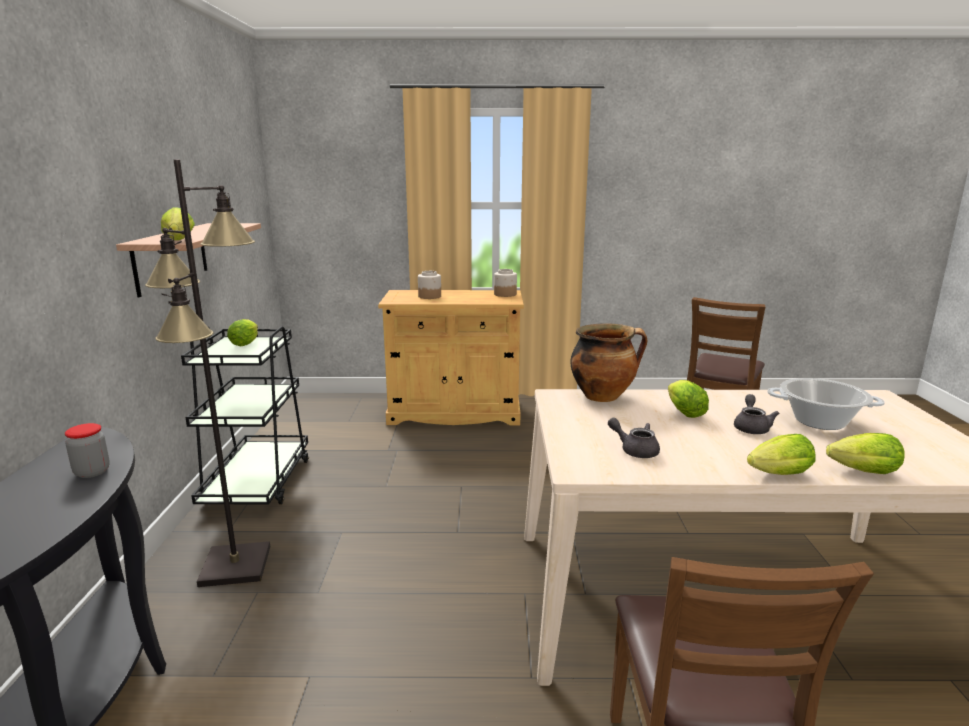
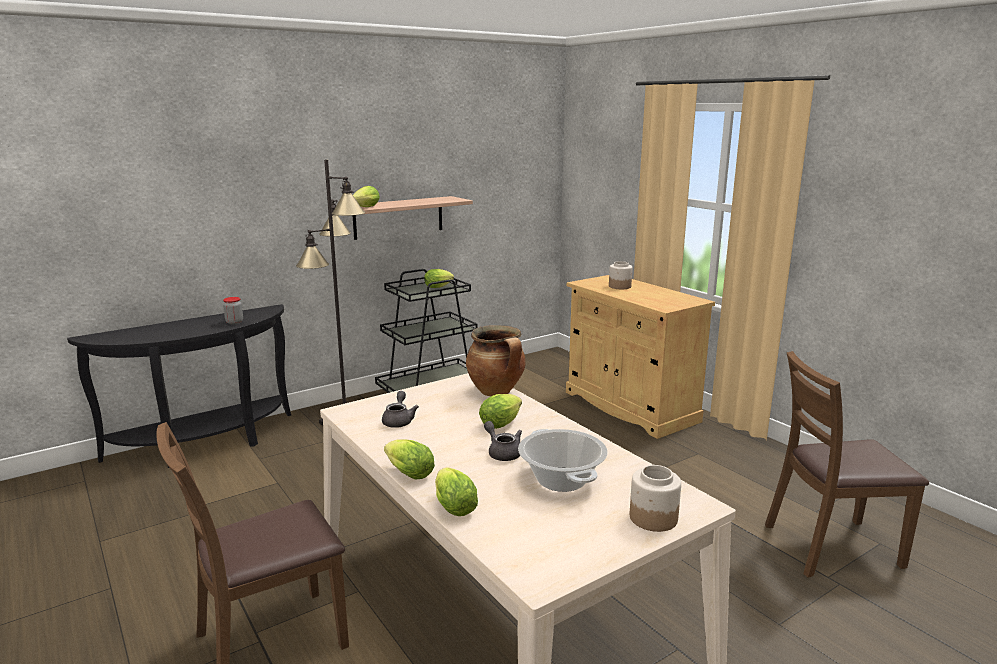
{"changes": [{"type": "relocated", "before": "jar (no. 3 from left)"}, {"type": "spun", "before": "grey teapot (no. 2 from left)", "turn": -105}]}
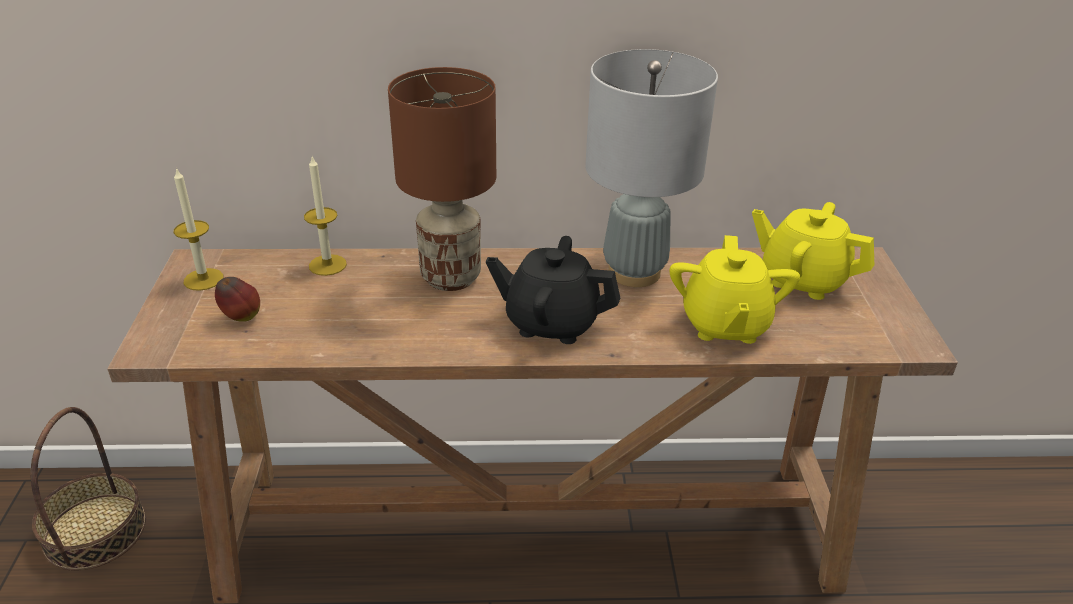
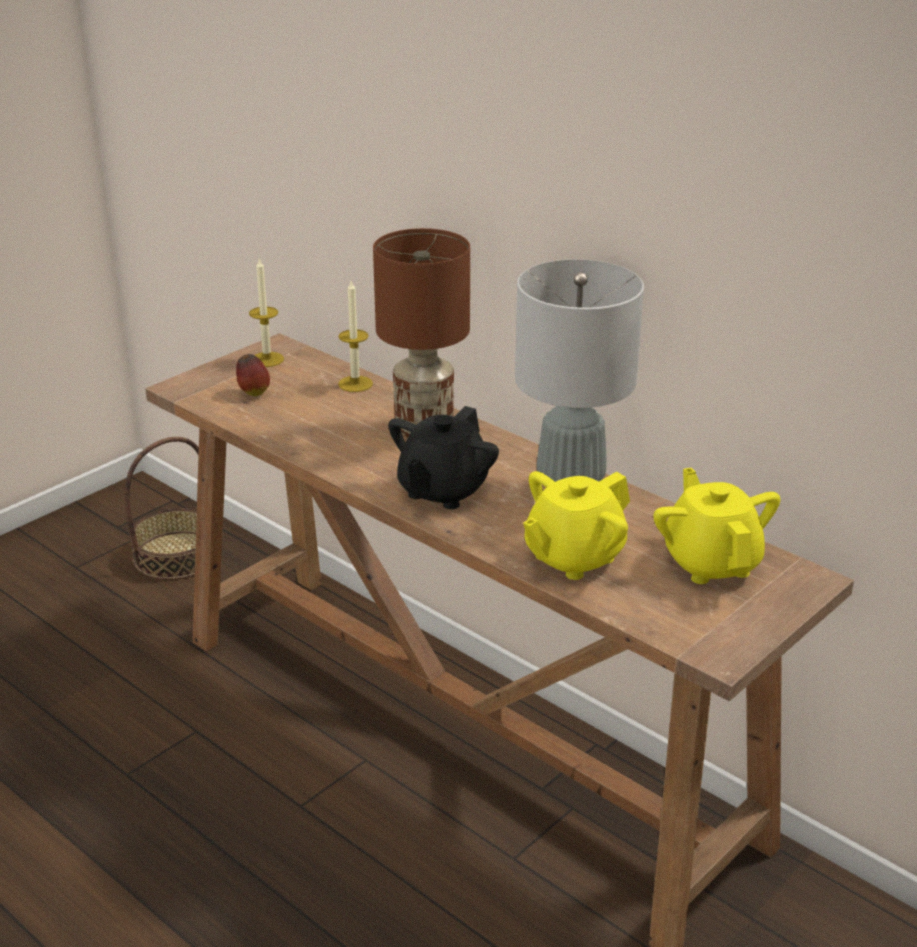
{"changes": [{"type": "spun", "before": "black teapot", "turn": -120}]}
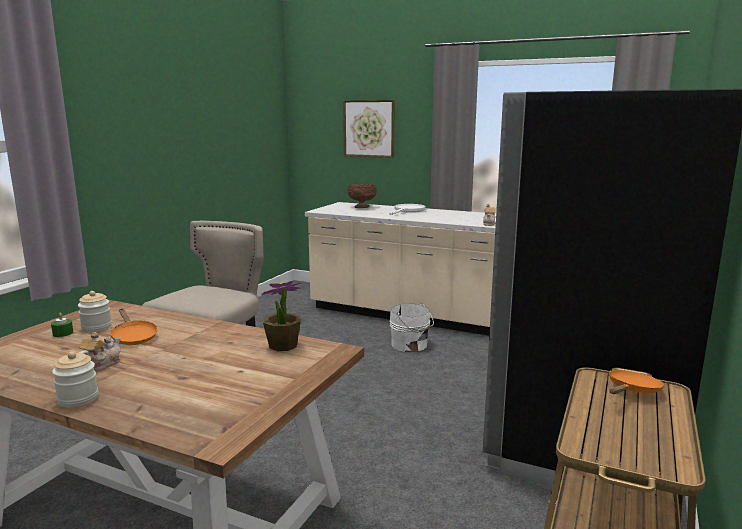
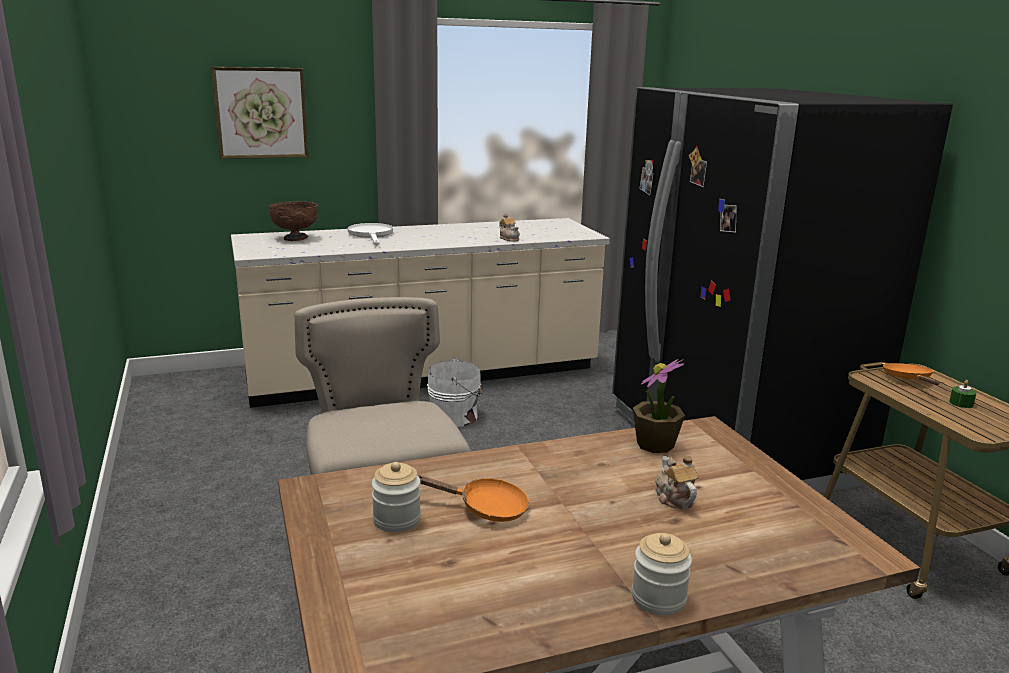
{"changes": [{"type": "relocated", "before": "green candle"}, {"type": "relocated", "before": "teapot (no. 1 from left in the first image)", "after": "teapot (no. 2 from left)"}]}
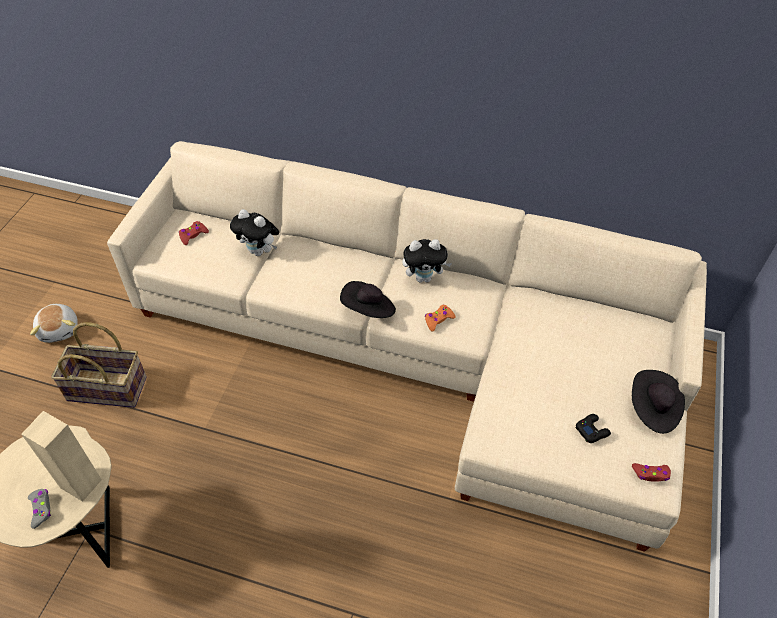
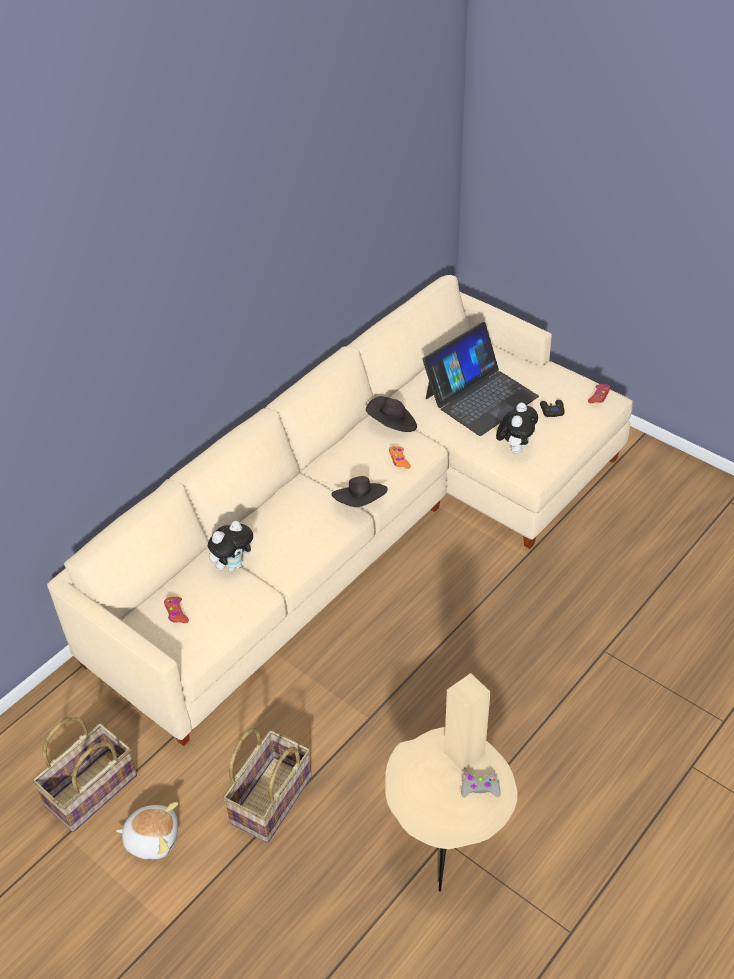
{"changes": [{"type": "relocated", "before": "plush toy (no. 3 from left)"}, {"type": "relocated", "before": "black hat (no. 2 from left)"}, {"type": "appeared", "after": "basket (no. 1 from left)"}, {"type": "appeared", "after": "laptop"}]}
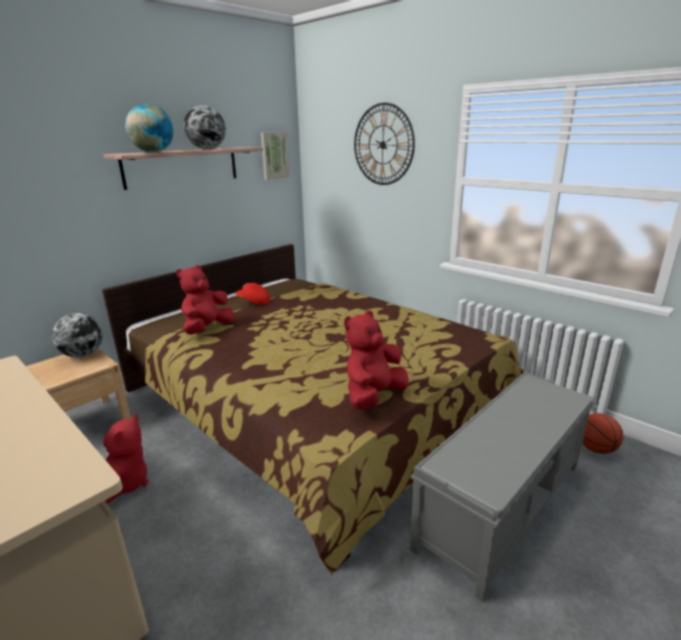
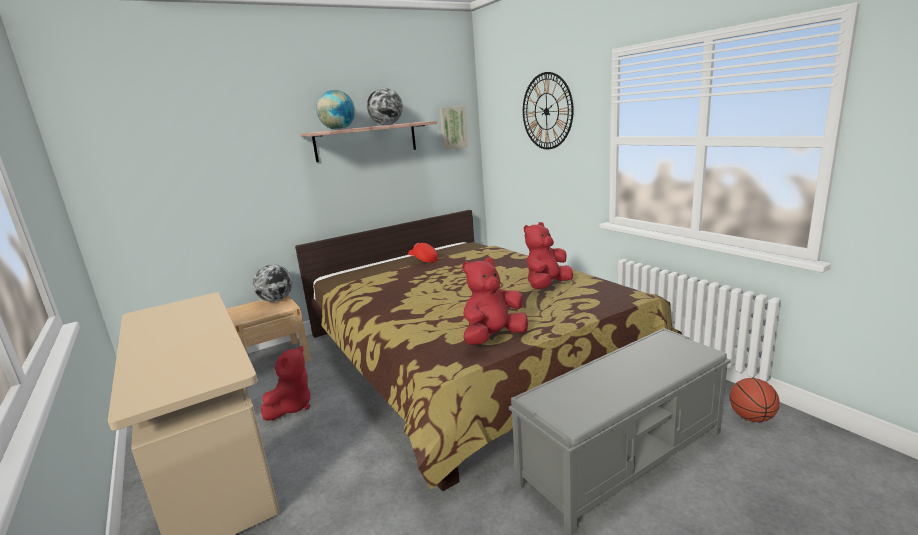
{"changes": [{"type": "relocated", "before": "red plush toy (no. 2 from left in the first image)", "after": "red plush toy (no. 3 from left)"}]}
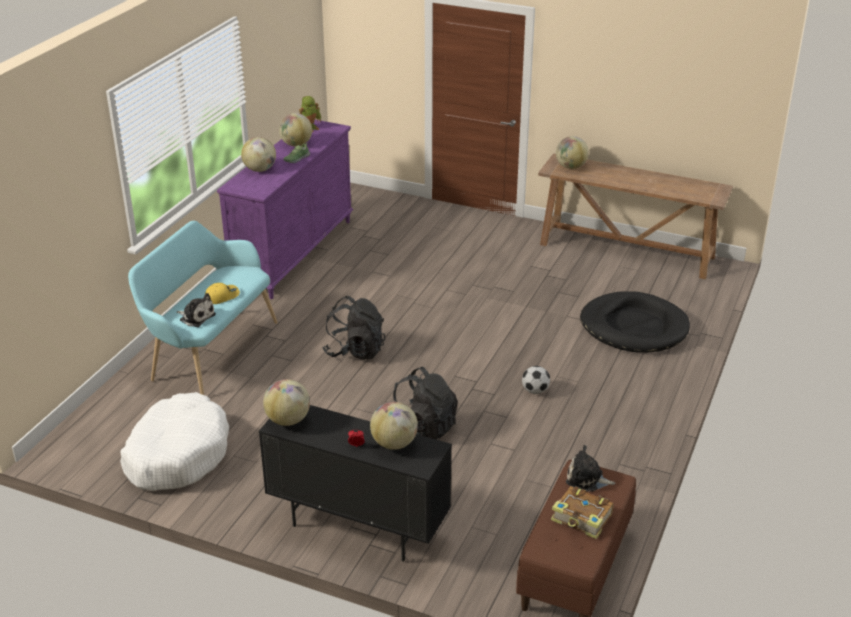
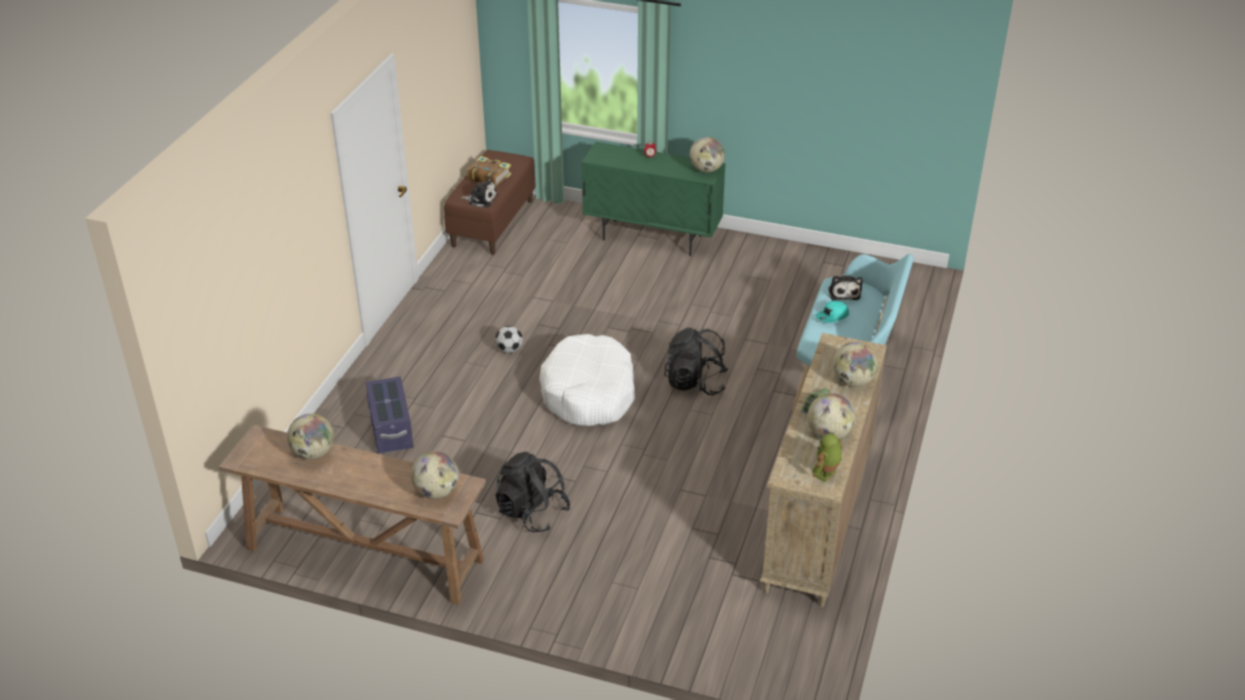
{"changes": [{"type": "relocated", "before": "white dog bed"}, {"type": "spun", "before": "plush toy (no. 1 from left in the first image)", "turn": -120}, {"type": "colour", "before": "yellow cap", "after": "turquoise cap"}, {"type": "colour", "before": "purple dresser", "after": "beige dresser"}, {"type": "colour", "before": "black cabinet", "after": "green cabinet"}, {"type": "relocated", "before": "globe (no. 4 from left in the first image)", "after": "globe (no. 1 from left)"}, {"type": "relocated", "before": "black backpack (no. 2 from left in the first image)", "after": "black backpack (no. 1 from left)"}, {"type": "exchanged", "before": "black dog bed", "after": "purple storage box"}]}
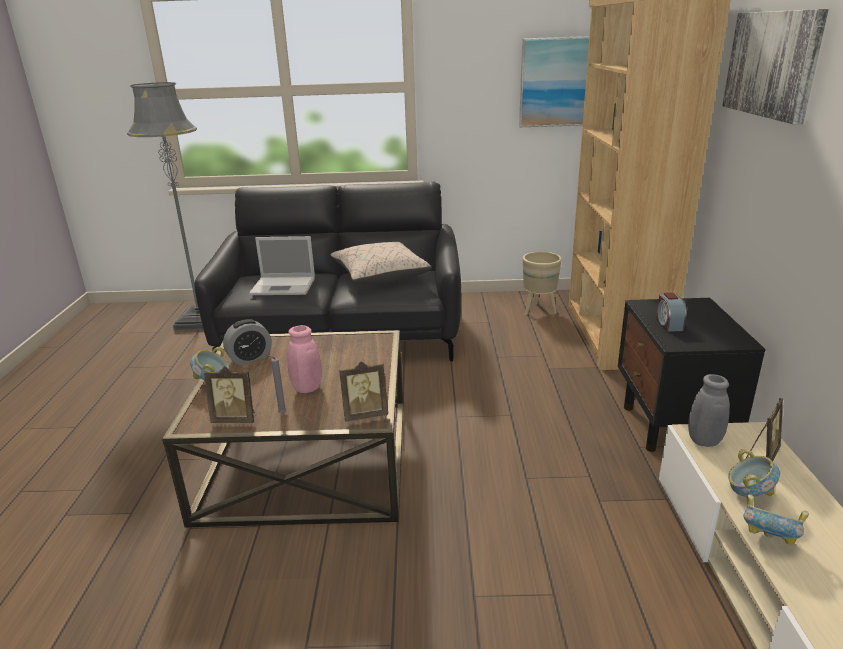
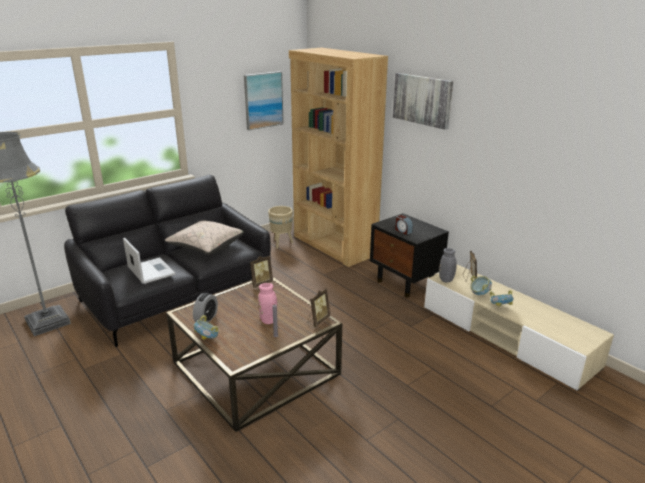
{"changes": [{"type": "relocated", "before": "picture frame (no. 1 from left)"}, {"type": "spun", "before": "laptop", "turn": -90}]}
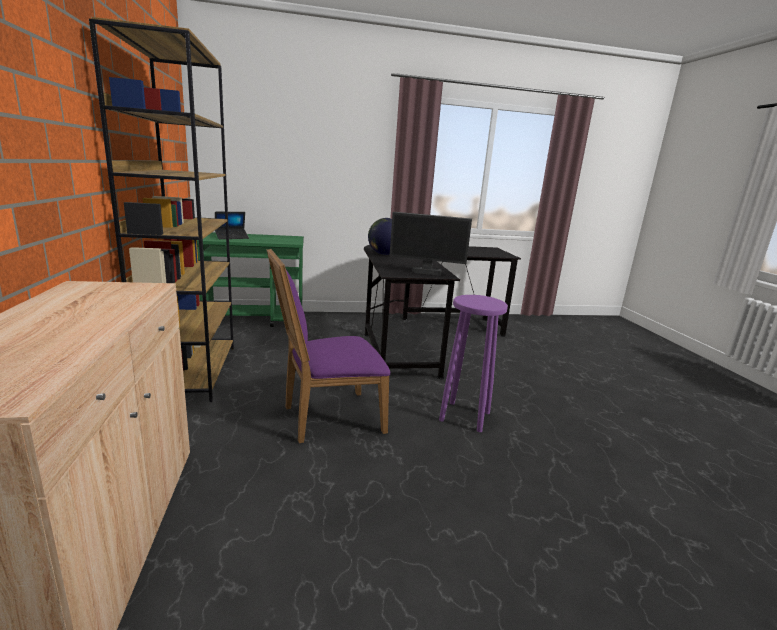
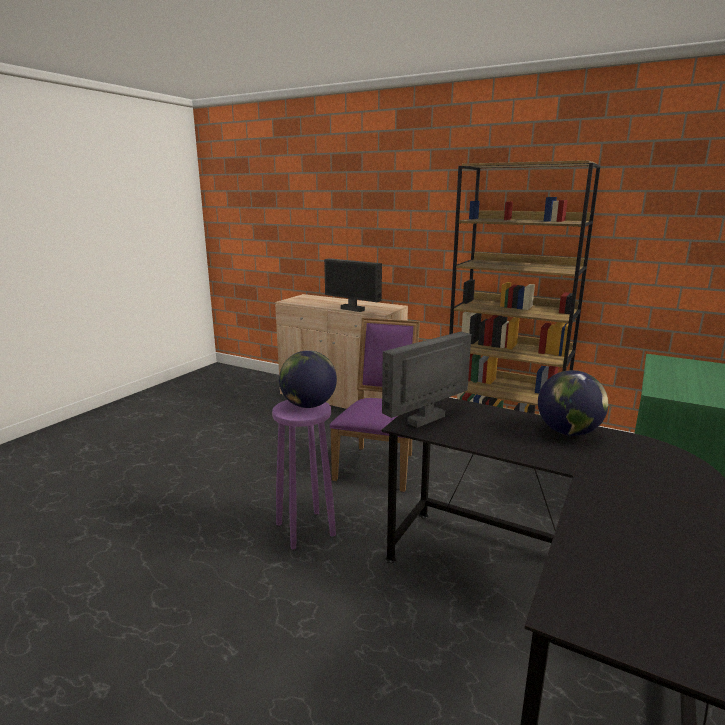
{"changes": [{"type": "missing", "before": "laptop"}, {"type": "appeared", "after": "globe (no. 1 from left)"}, {"type": "appeared", "after": "monitor (no. 1 from left)"}]}
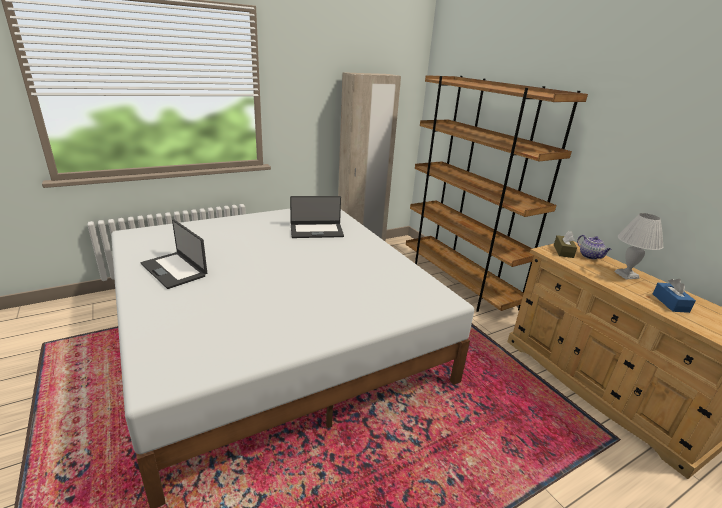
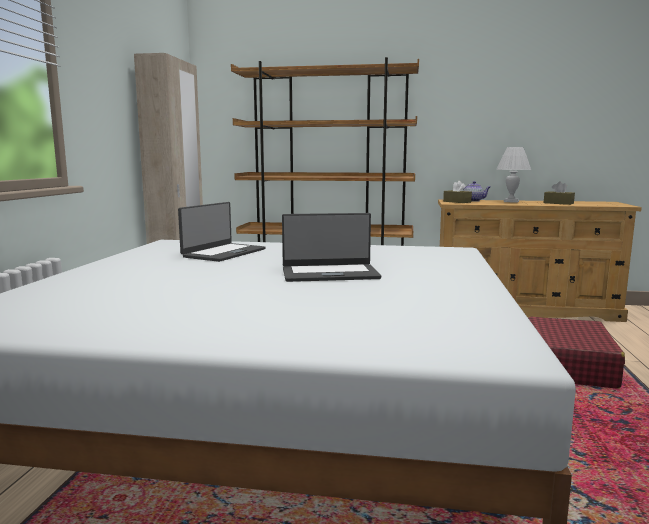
{"changes": [{"type": "relocated", "before": "laptop (no. 1 from left in the first image)", "after": "laptop (no. 2 from left)"}, {"type": "colour", "before": "blue tissue box", "after": "brown tissue box (no. 2 from left)"}, {"type": "appeared", "after": "red suitcase"}]}
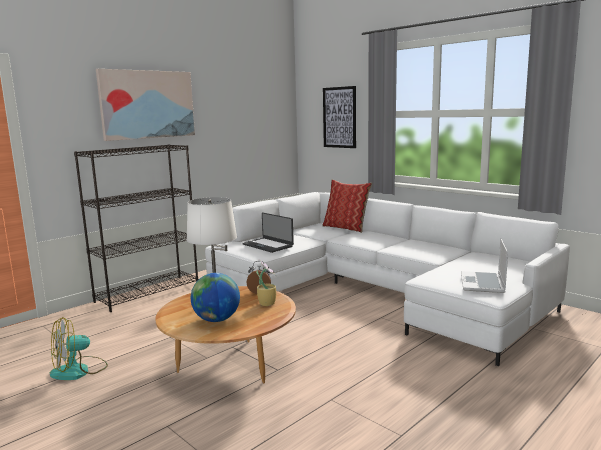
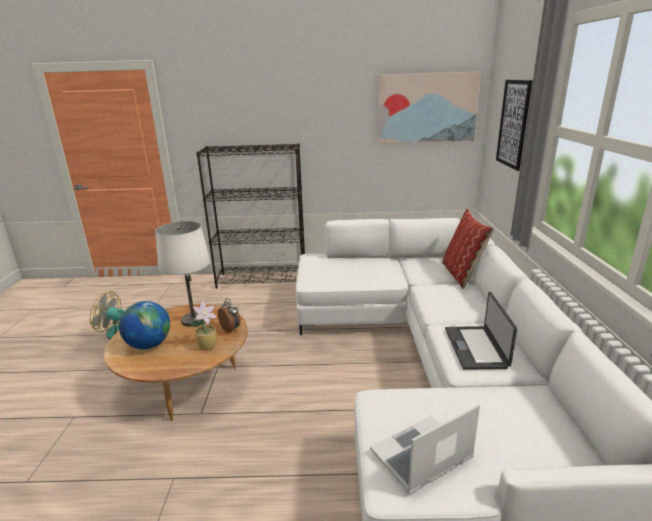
{"changes": [{"type": "relocated", "before": "picture (no. 1 from left)"}, {"type": "relocated", "before": "laptop (no. 1 from left in the first image)", "after": "laptop (no. 2 from left)"}]}
